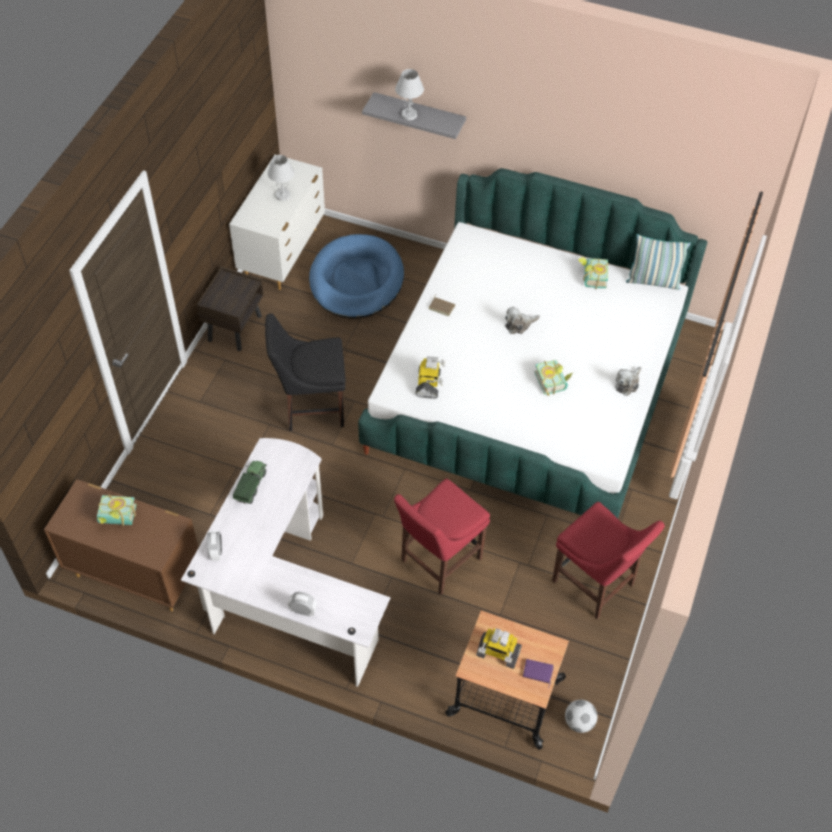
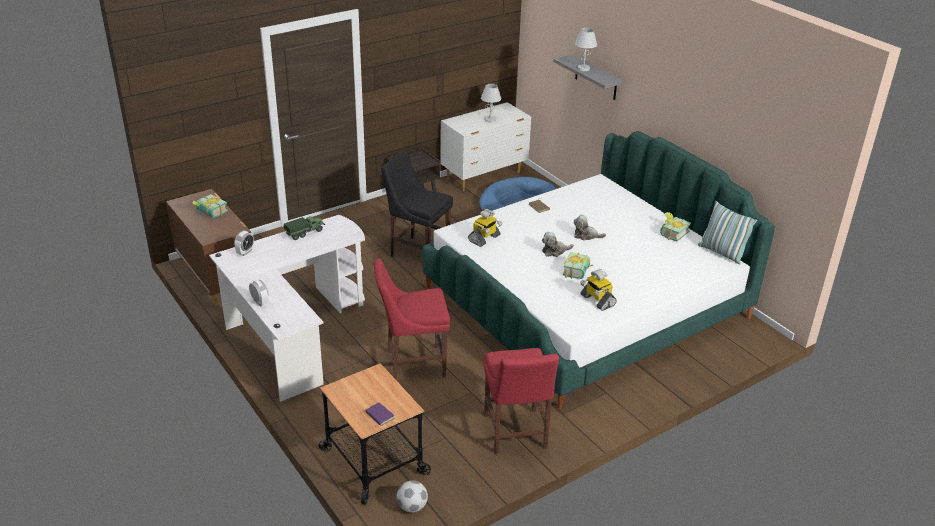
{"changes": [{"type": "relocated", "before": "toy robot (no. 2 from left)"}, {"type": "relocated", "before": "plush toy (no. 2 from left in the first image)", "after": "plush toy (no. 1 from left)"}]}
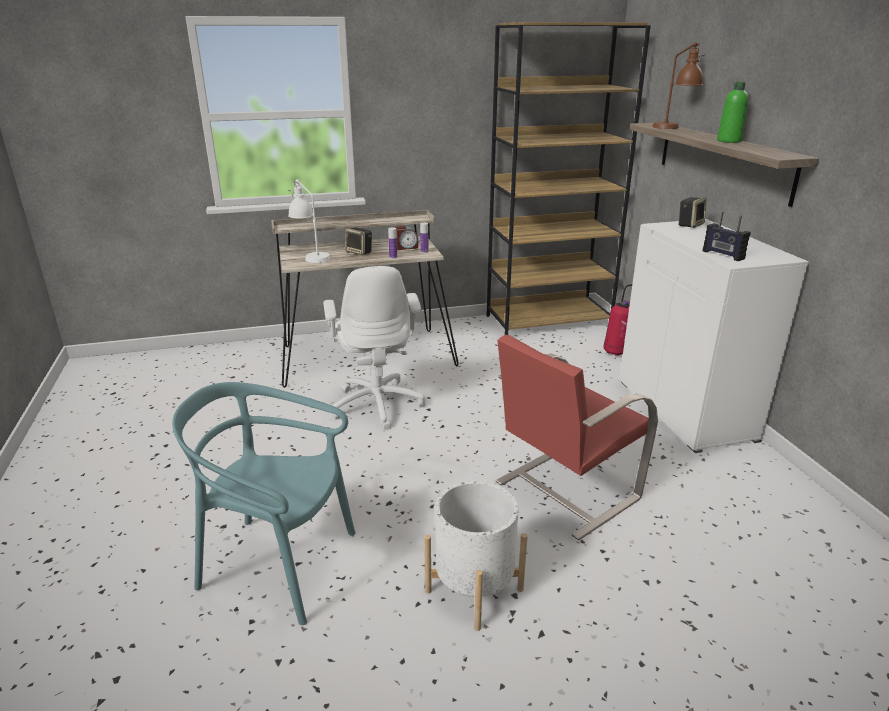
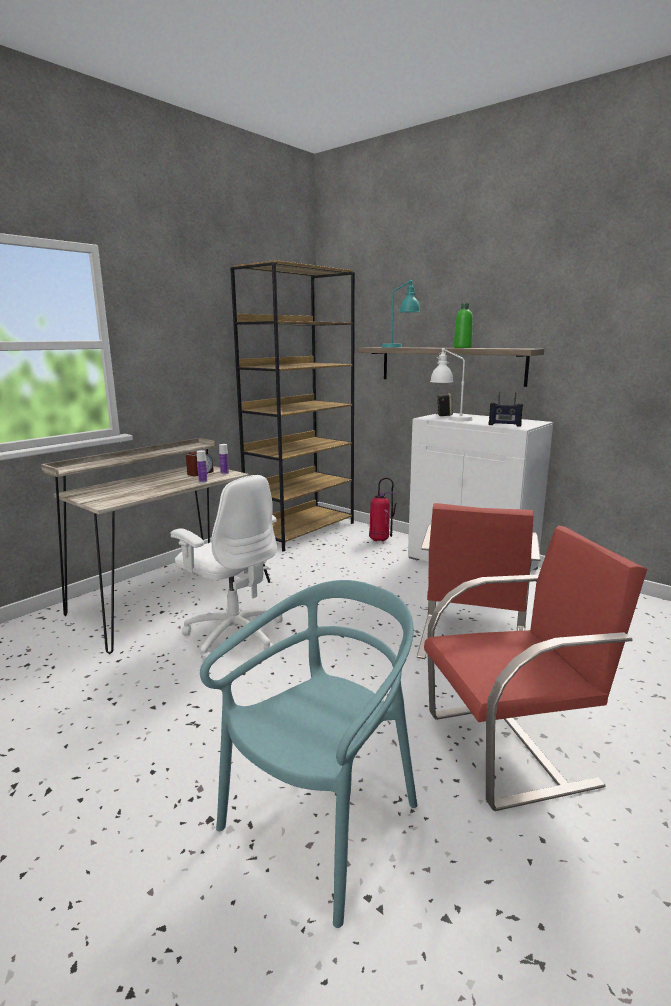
{"changes": [{"type": "spun", "before": "turquoise chair", "turn": 150}, {"type": "relocated", "before": "white table lamp"}, {"type": "missing", "before": "speaker (no. 1 from left)"}, {"type": "exchanged", "before": "white planter", "after": "red chair (no. 2 from left)"}, {"type": "colour", "before": "brown table lamp", "after": "turquoise table lamp"}]}
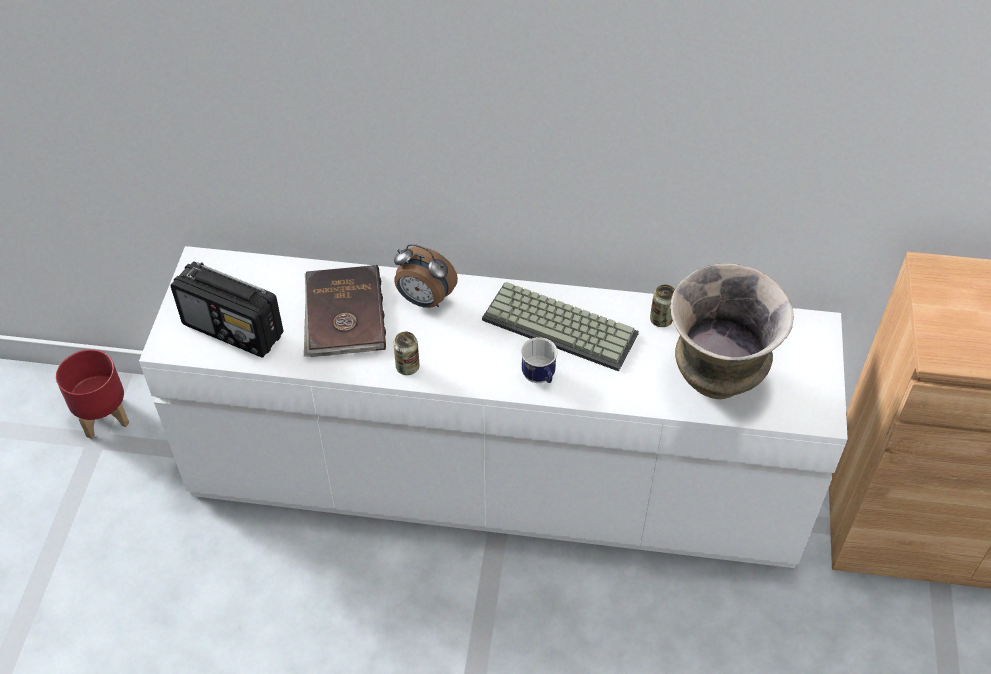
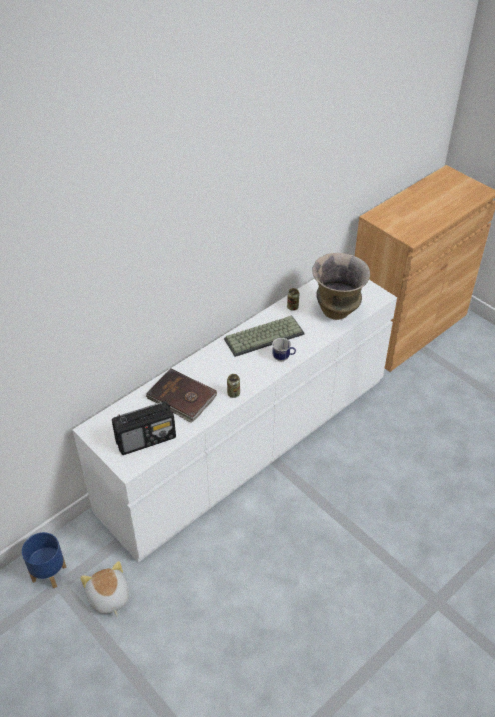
{"changes": [{"type": "colour", "before": "red planter", "after": "blue planter"}, {"type": "missing", "before": "alarm clock"}, {"type": "appeared", "after": "plush toy"}]}
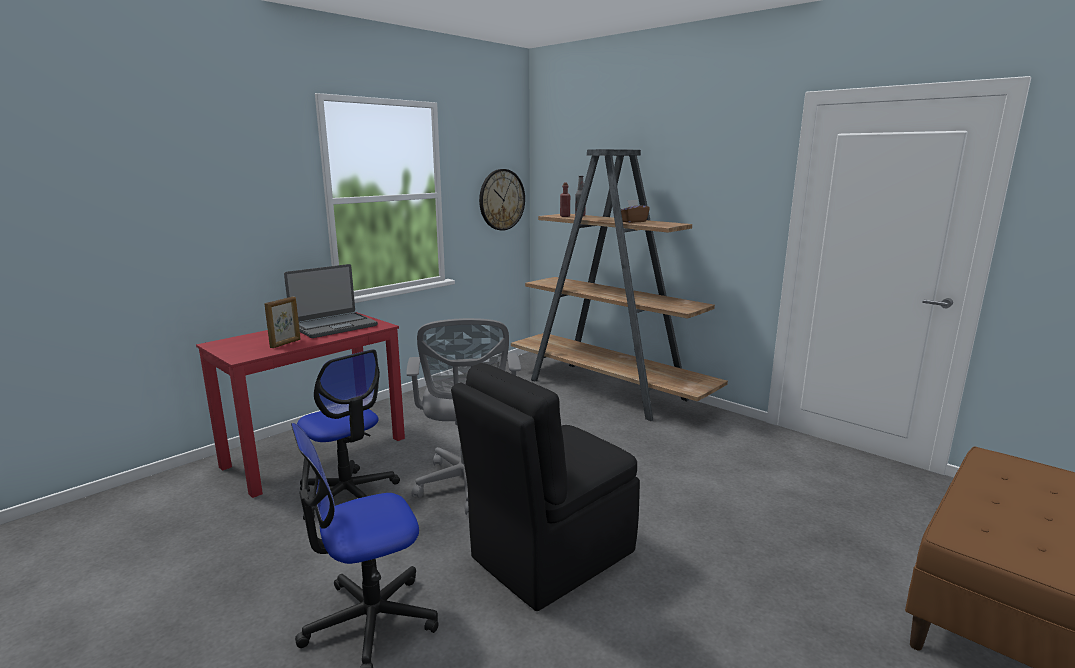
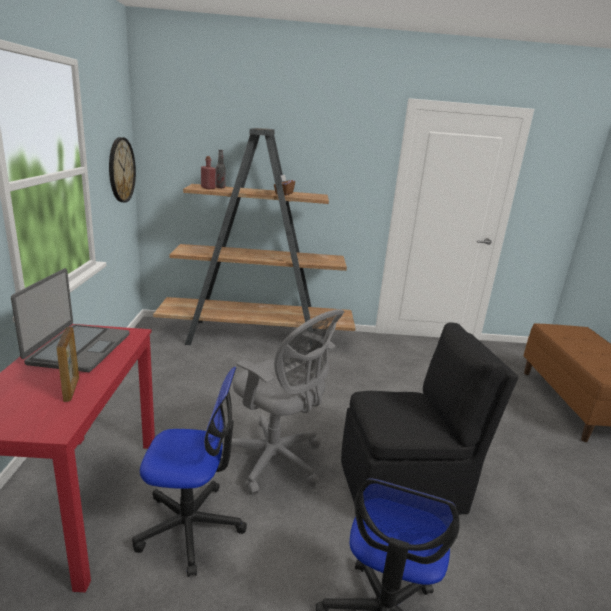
{"changes": [{"type": "spun", "before": "black chair", "turn": -105}]}
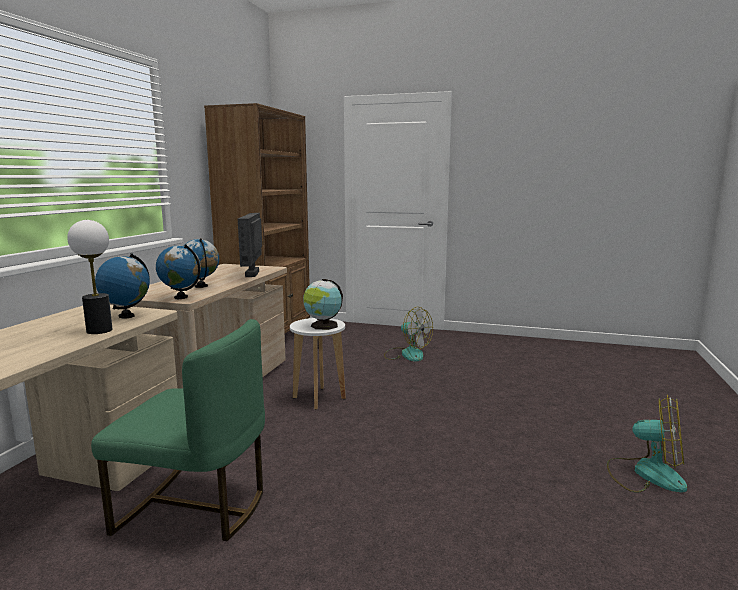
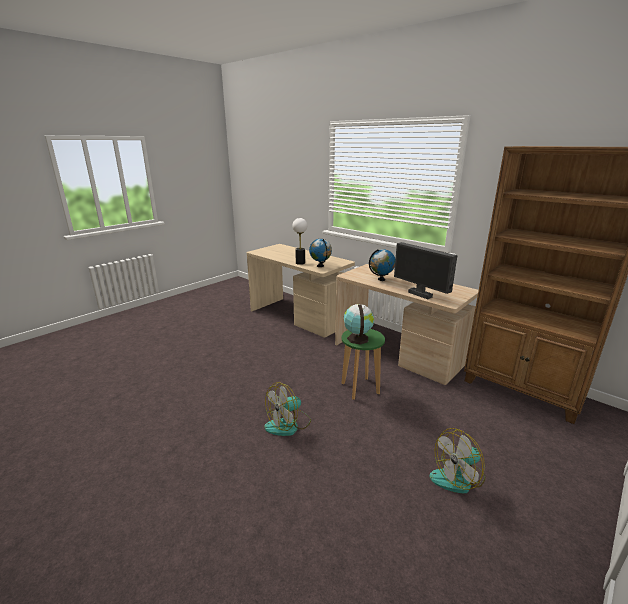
{"changes": [{"type": "missing", "before": "green chair"}, {"type": "missing", "before": "globe (no. 2 from left)"}, {"type": "spun", "before": "monitor", "turn": -150}, {"type": "colour", "before": "white stool", "after": "green stool"}, {"type": "relocated", "before": "fan (no. 2 from left in the first image)", "after": "fan (no. 1 from left)"}]}
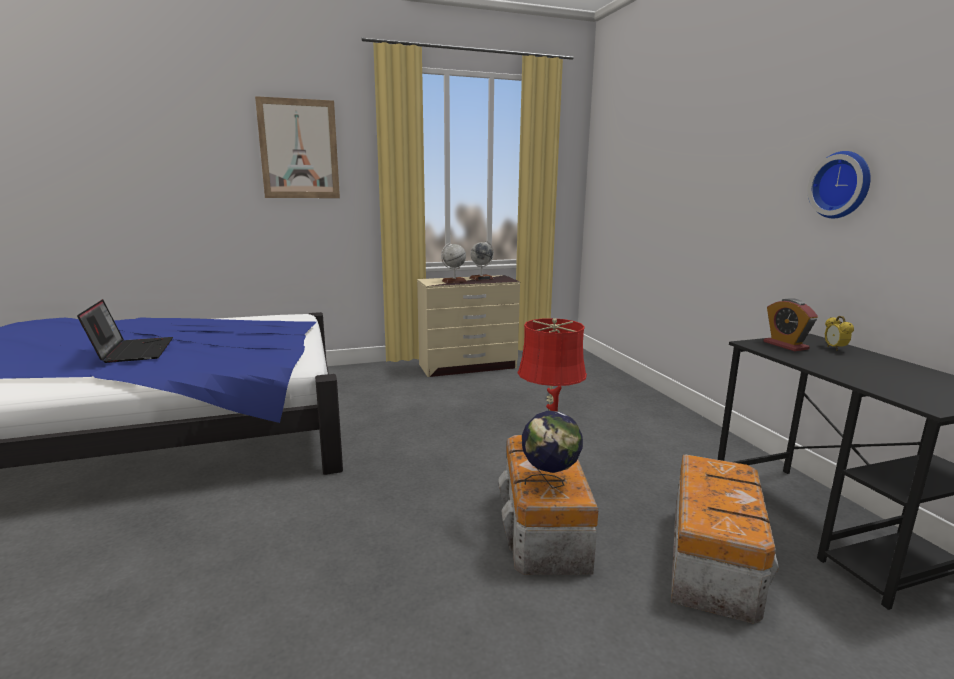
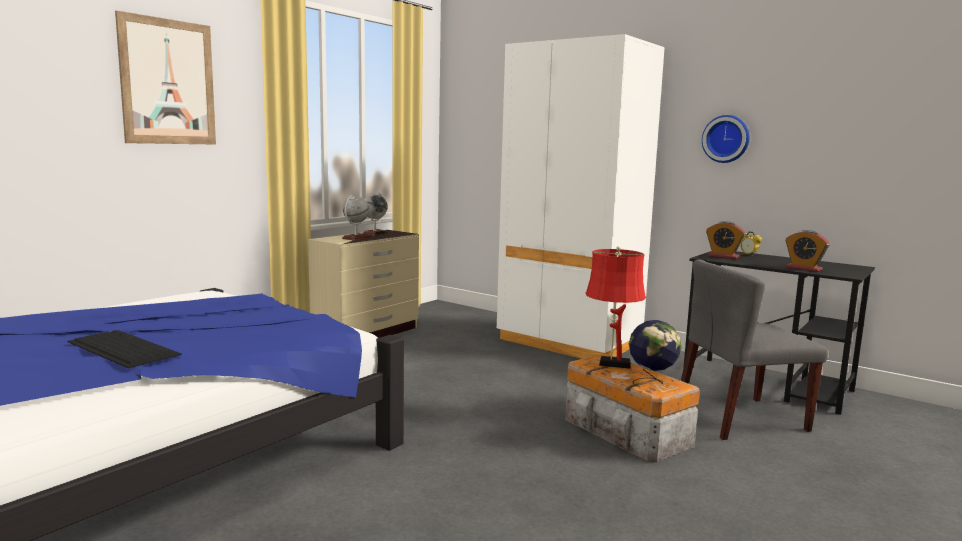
{"changes": [{"type": "exchanged", "before": "laptop", "after": "keyboard"}, {"type": "exchanged", "before": "storage box (no. 2 from left)", "after": "grey chair"}, {"type": "appeared", "after": "white wardrobe"}, {"type": "appeared", "after": "alarm clock (no. 3 from left)"}]}
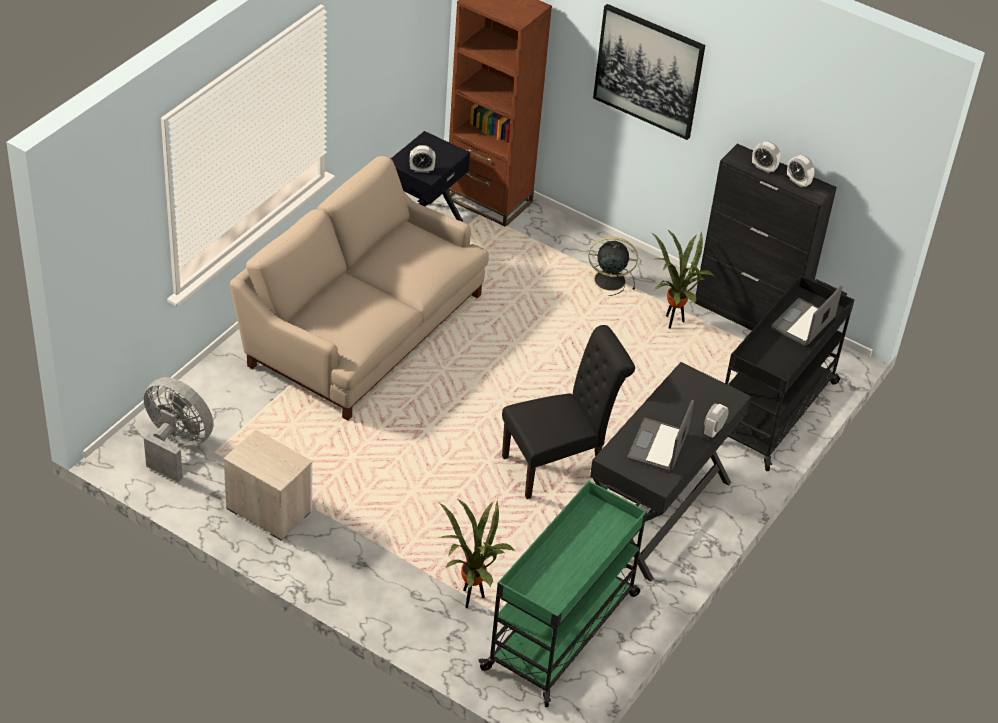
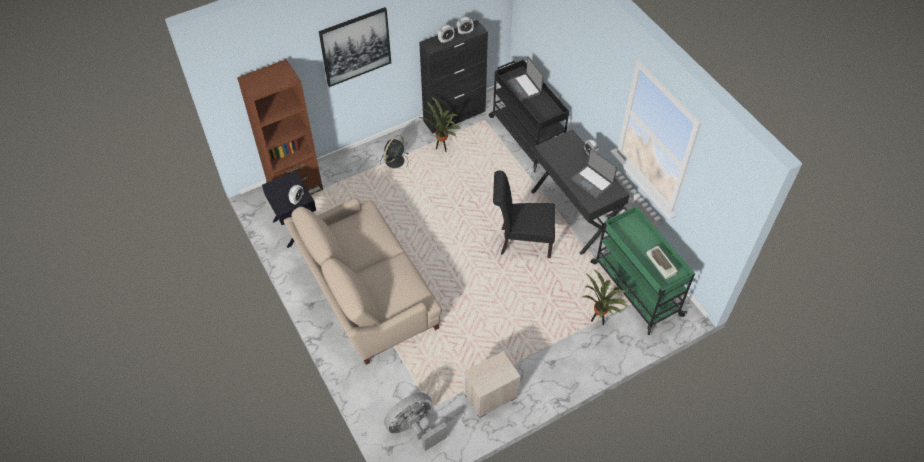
{"changes": [{"type": "spun", "before": "black chair", "turn": -90}, {"type": "appeared", "after": "keyboard"}]}
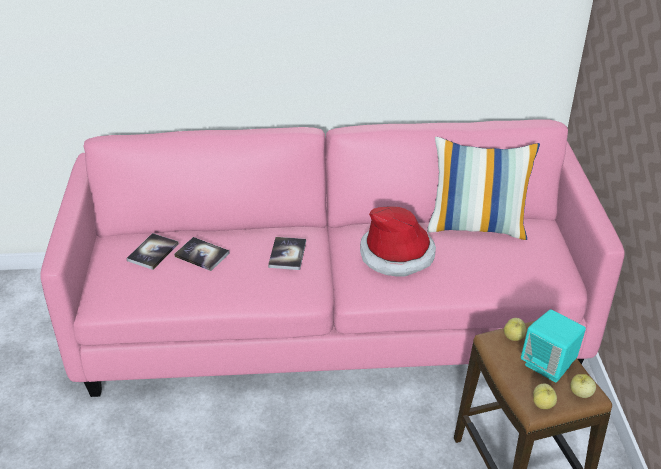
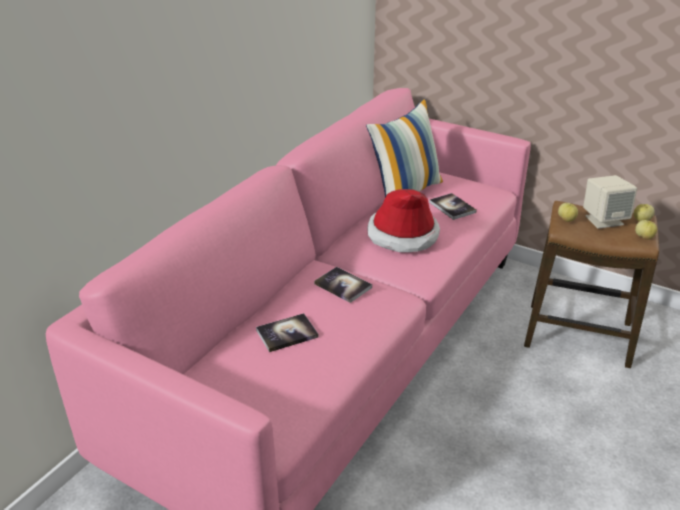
{"changes": [{"type": "relocated", "before": "book (no. 1 from left in the first image)", "after": "book (no. 3 from left)"}, {"type": "colour", "before": "turquoise speaker", "after": "beige speaker"}]}
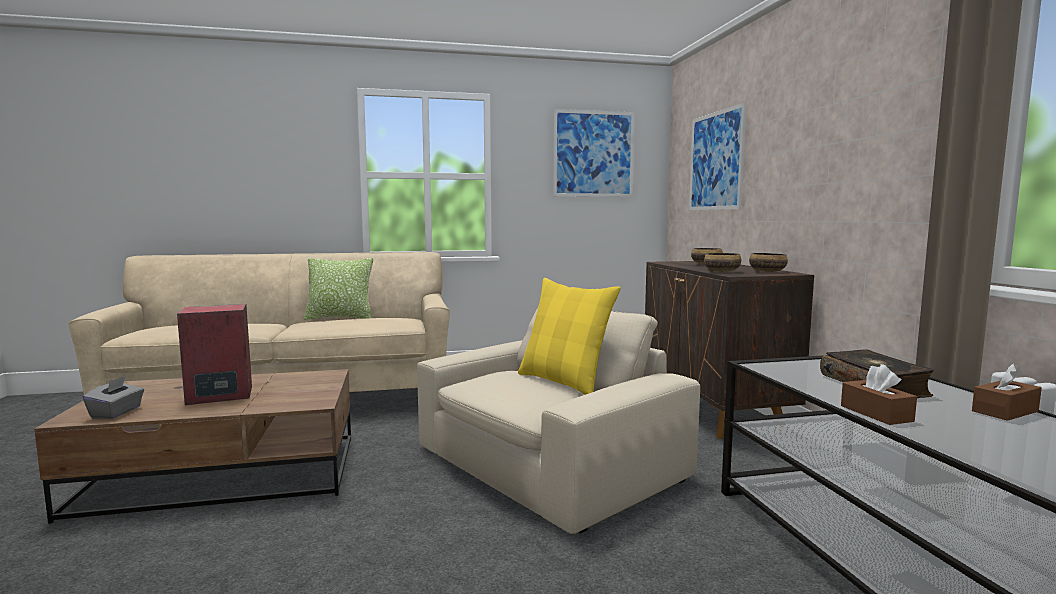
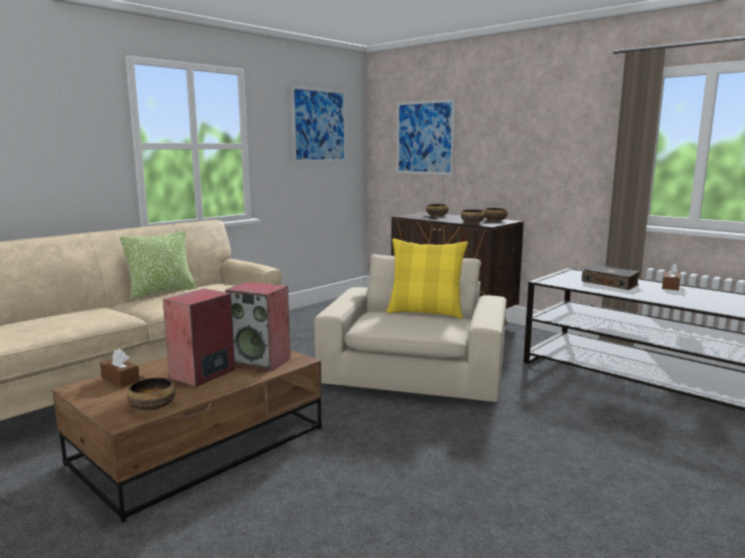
{"changes": [{"type": "exchanged", "before": "grey tissue box", "after": "bowl (no. 1 from left)"}, {"type": "relocated", "before": "brown tissue box (no. 1 from left)"}, {"type": "appeared", "after": "speaker (no. 2 from left)"}]}
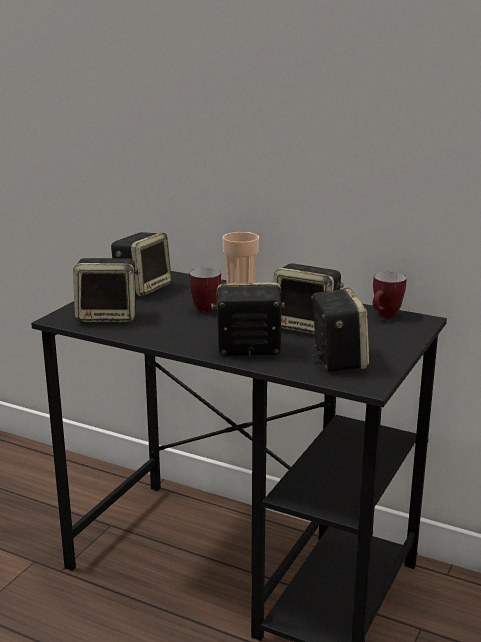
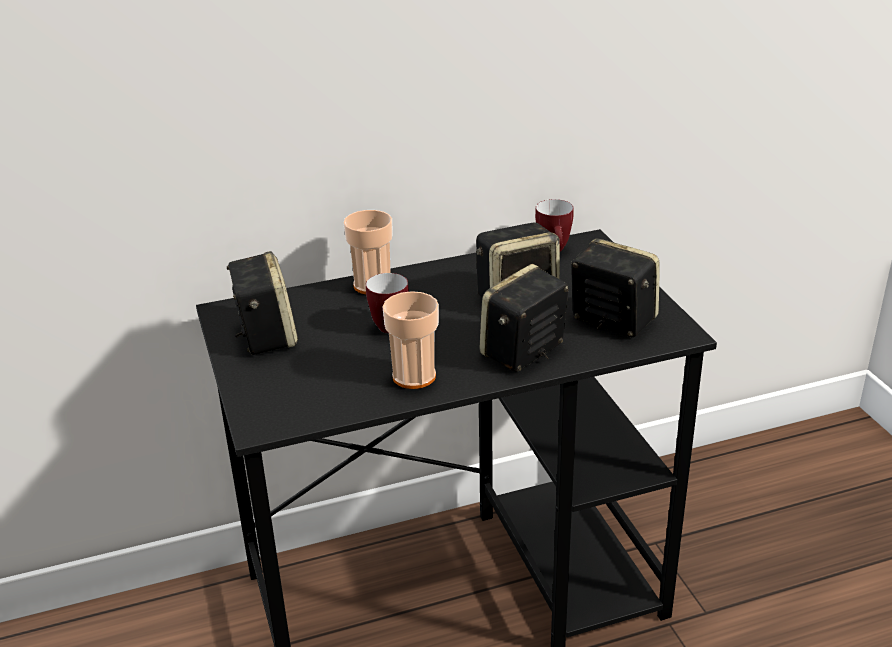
{"changes": [{"type": "missing", "before": "speaker (no. 1 from left)"}, {"type": "appeared", "after": "cup (no. 2 from left)"}]}
